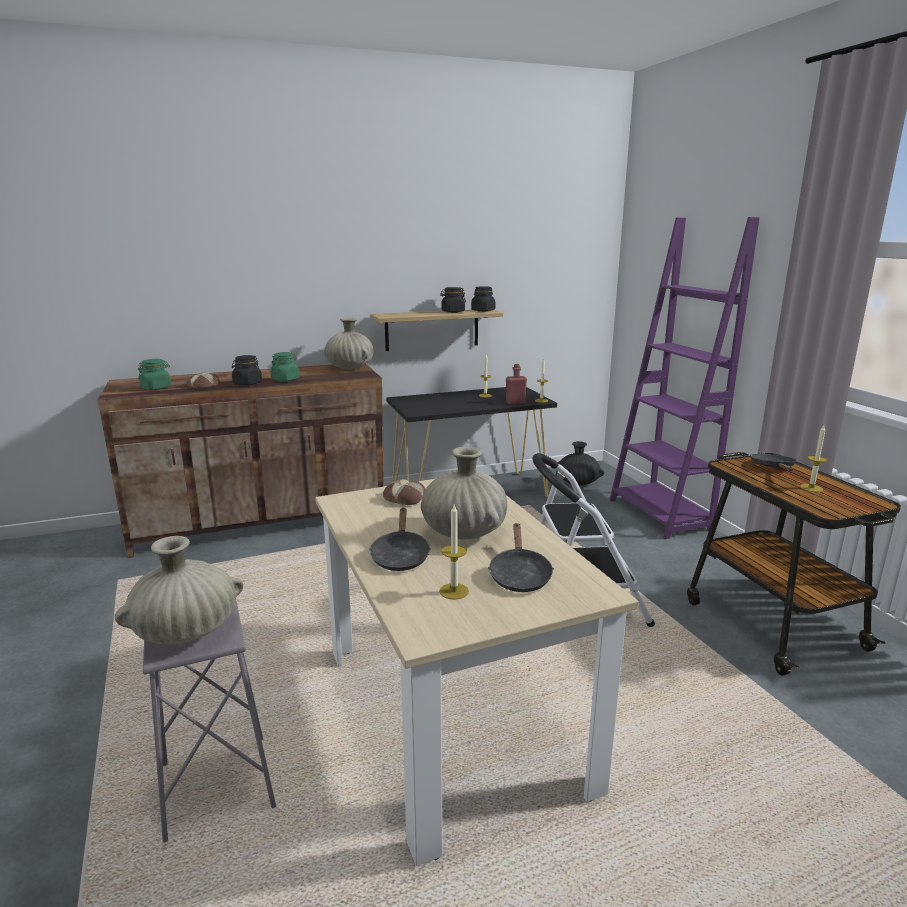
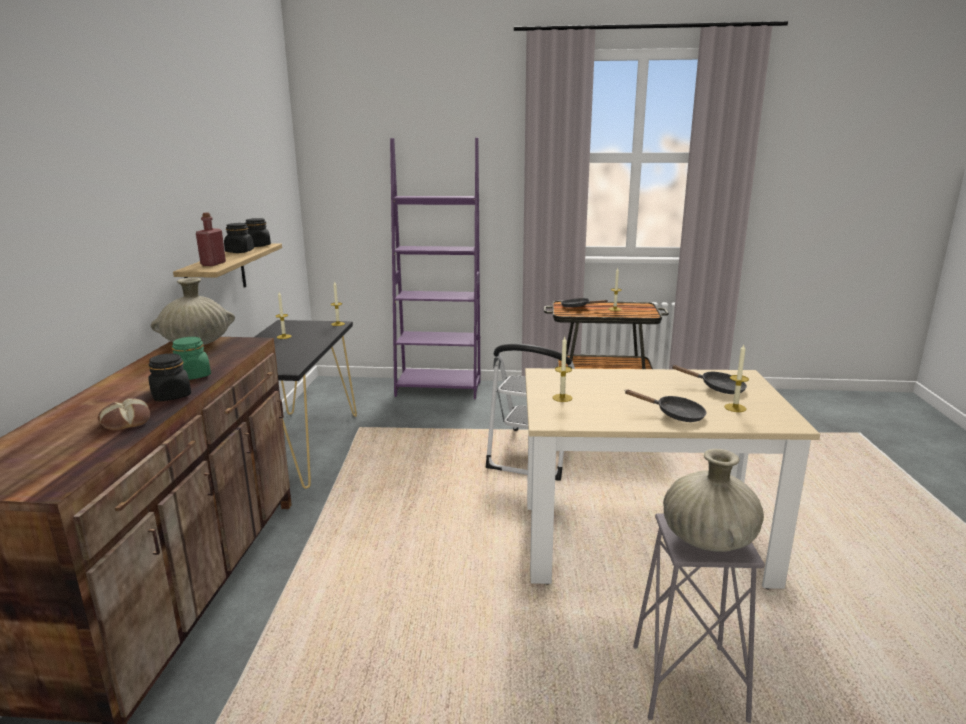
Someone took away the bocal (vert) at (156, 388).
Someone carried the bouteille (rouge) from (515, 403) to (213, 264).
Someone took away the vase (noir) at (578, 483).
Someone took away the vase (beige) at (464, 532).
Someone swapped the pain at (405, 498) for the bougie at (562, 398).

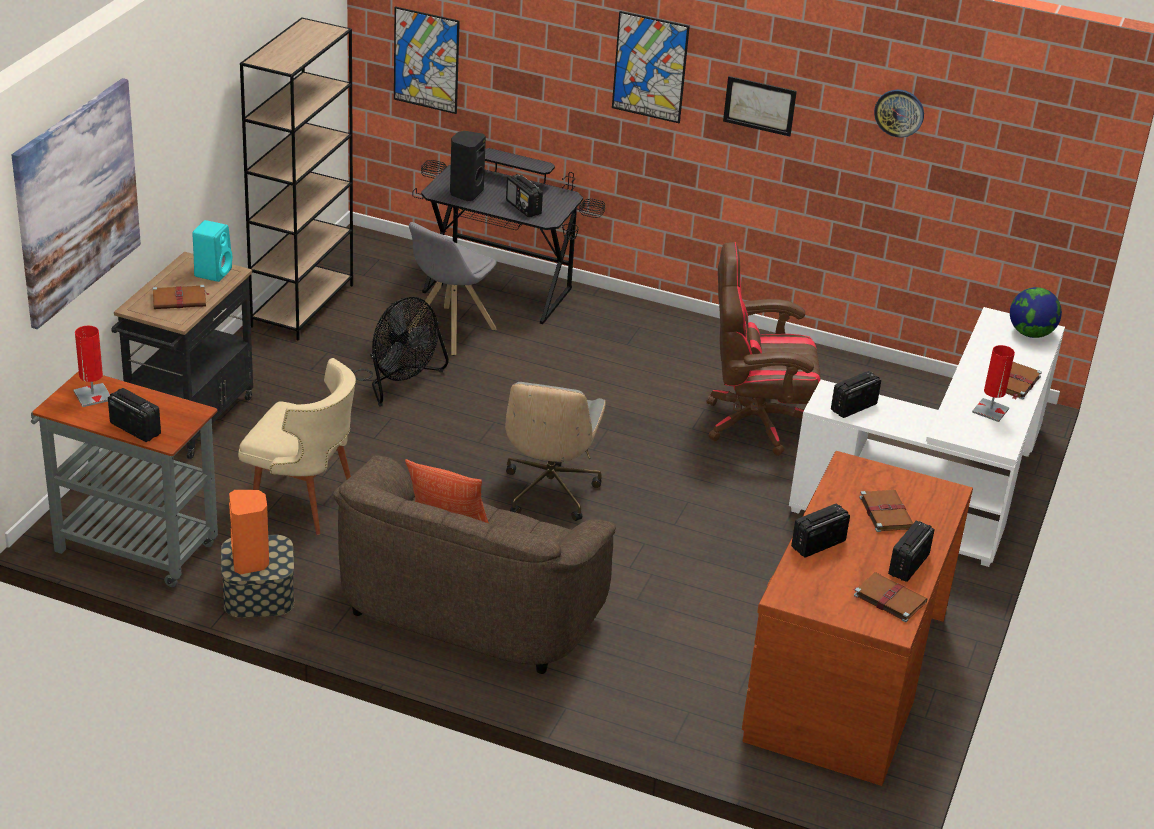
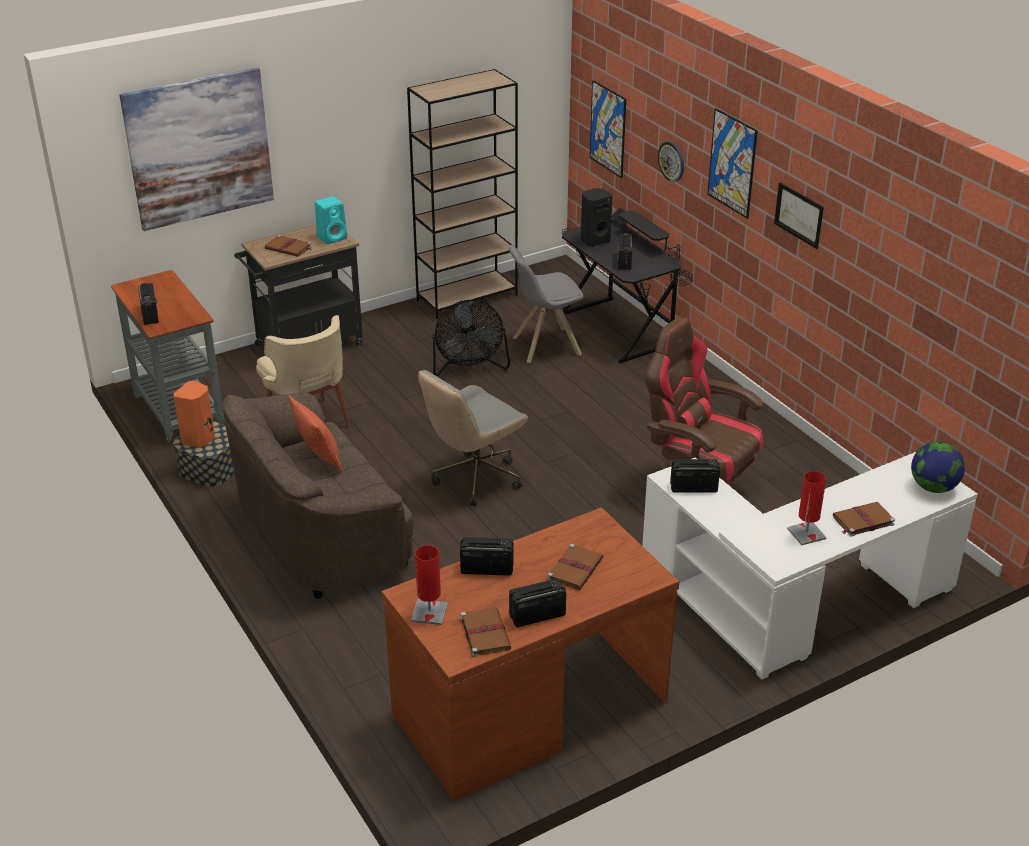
Someone carried the horloge murale from (899, 112) to (672, 161).
Someone carried the lampe de table (rouge) from (93, 395) to (429, 612).

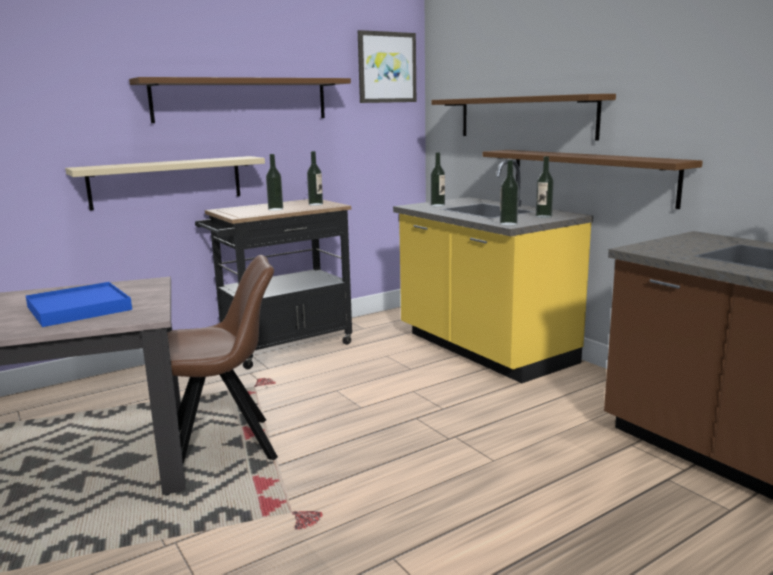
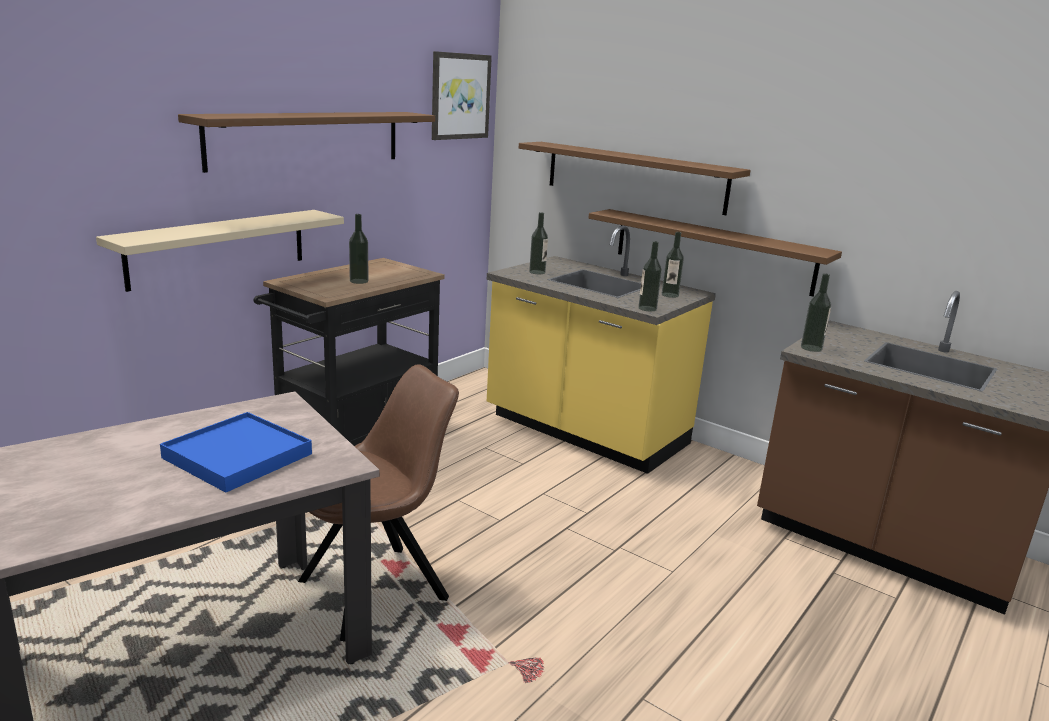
Someone carried the bouteille from (315, 204) to (811, 348).

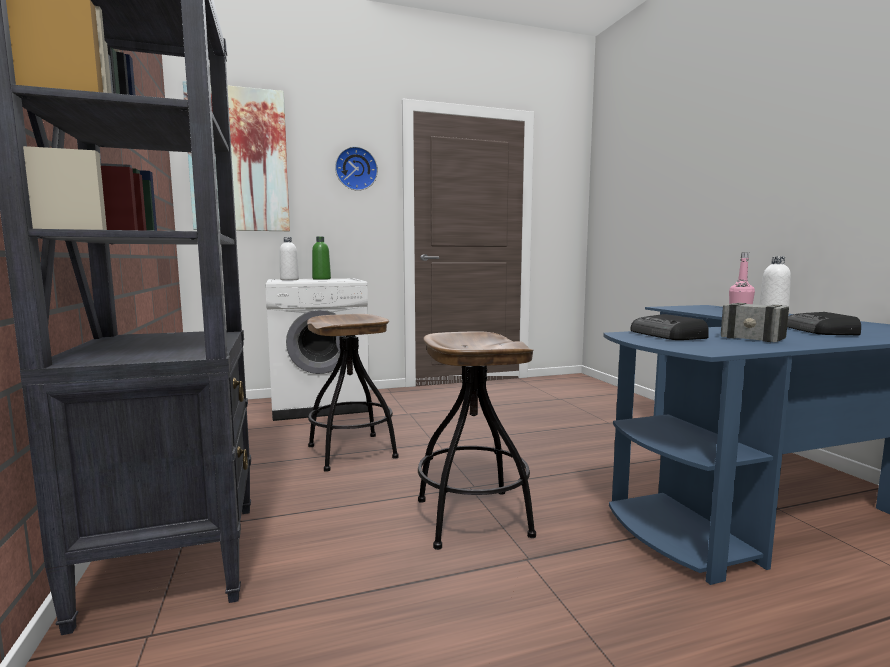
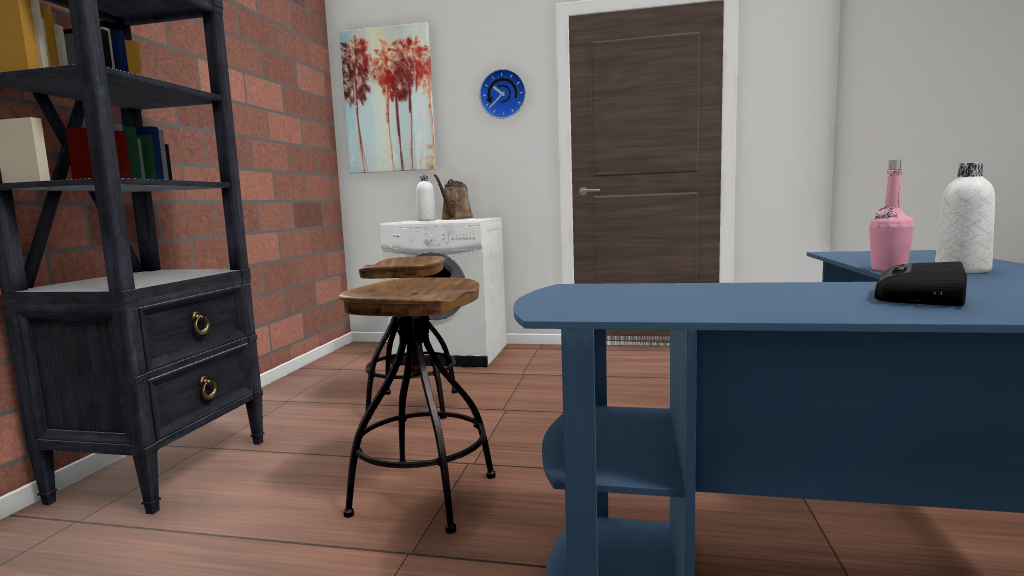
Someone swapped the bouteille (vert) at (321, 279) for the arrosoir (marron) at (455, 219).
Someone took away the marteau at (761, 335).
Someone took away the radio at (668, 335).

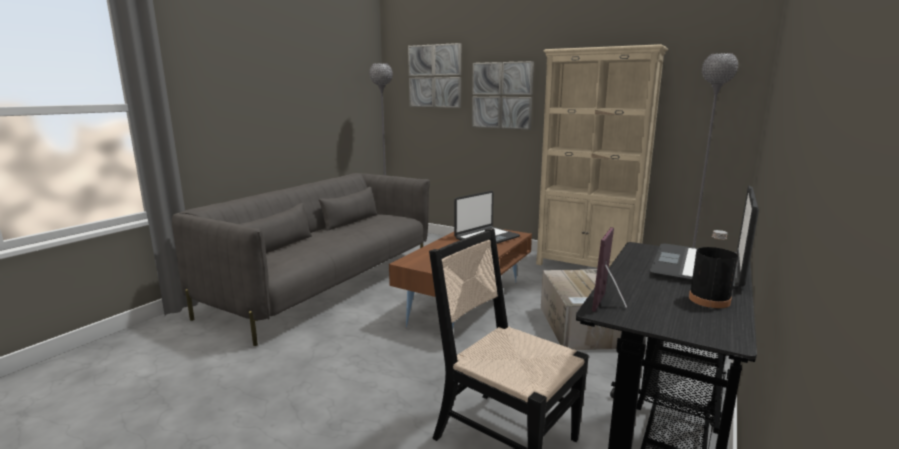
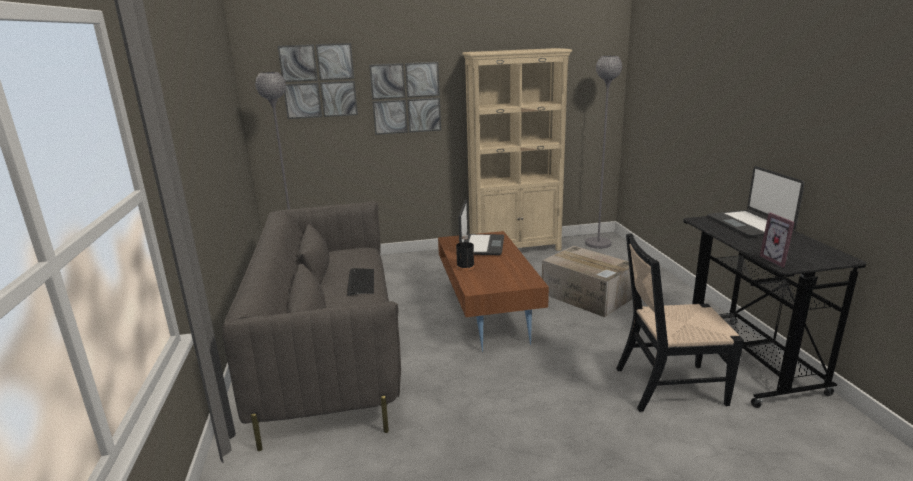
Someone carried the bouteille (noir) from (709, 300) to (465, 267).
Someone put down the clavier at (360, 282).

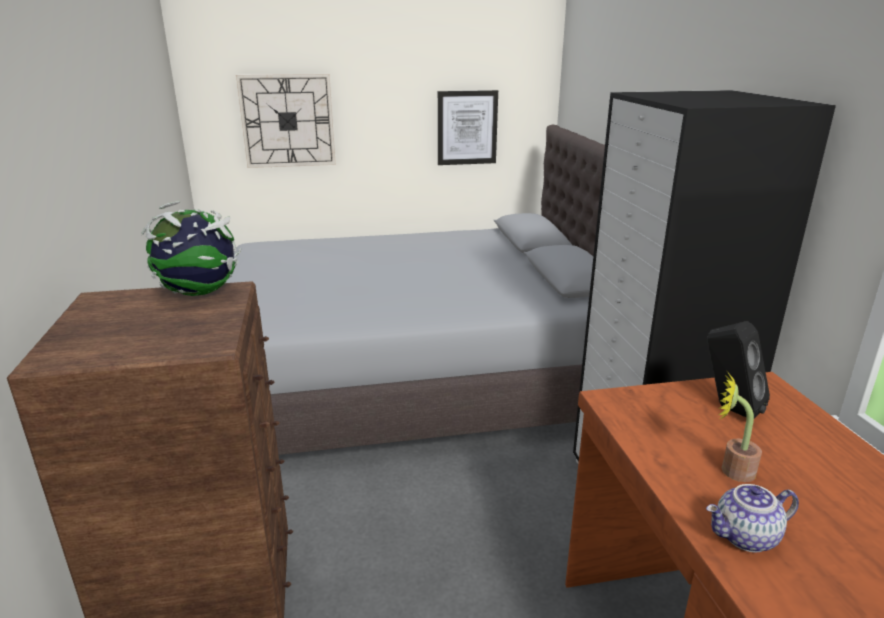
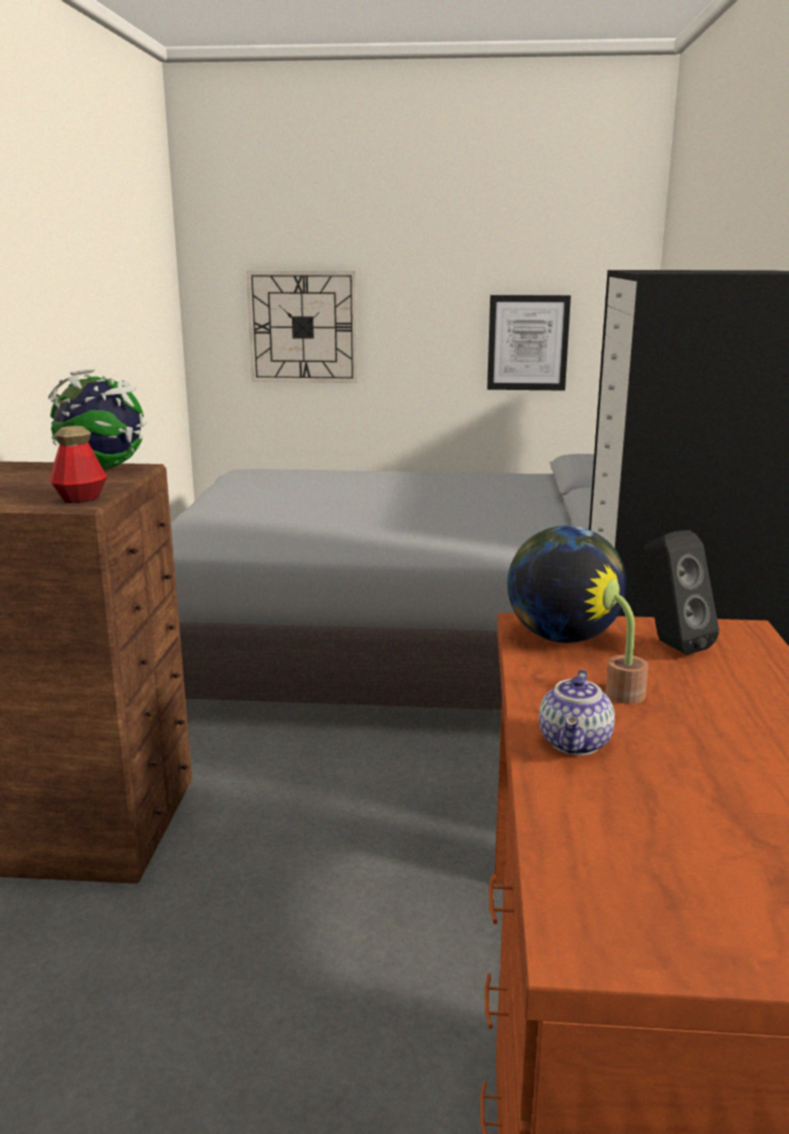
Someone rotated the théière at (746, 538) by 75 degrees counterclockwise.
Someone put down the bouteille at (80, 499).
Someone put down the globe at (562, 637).

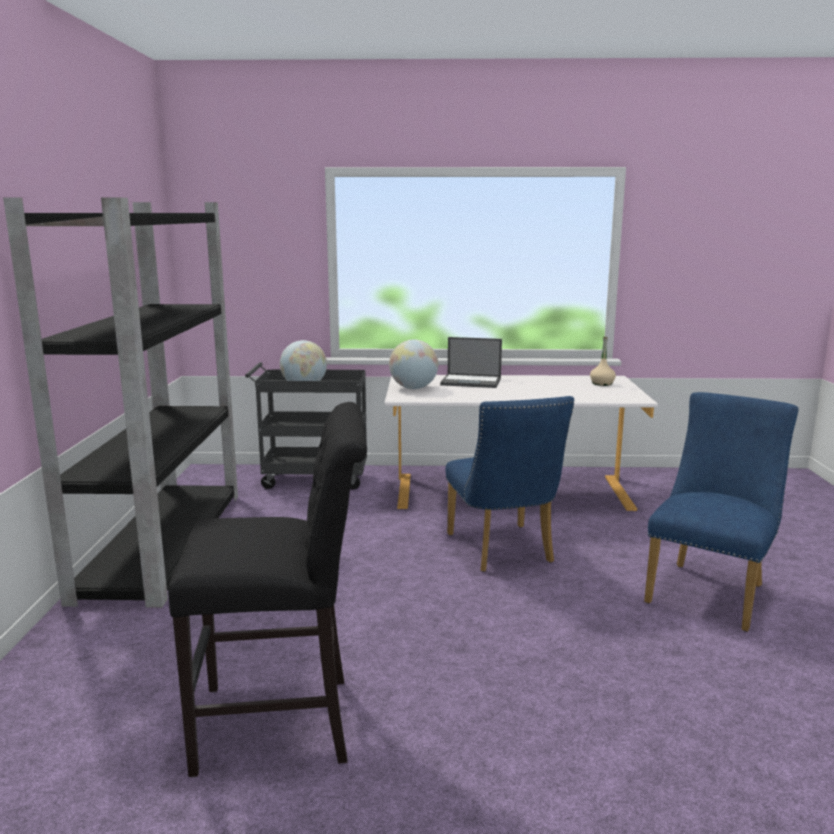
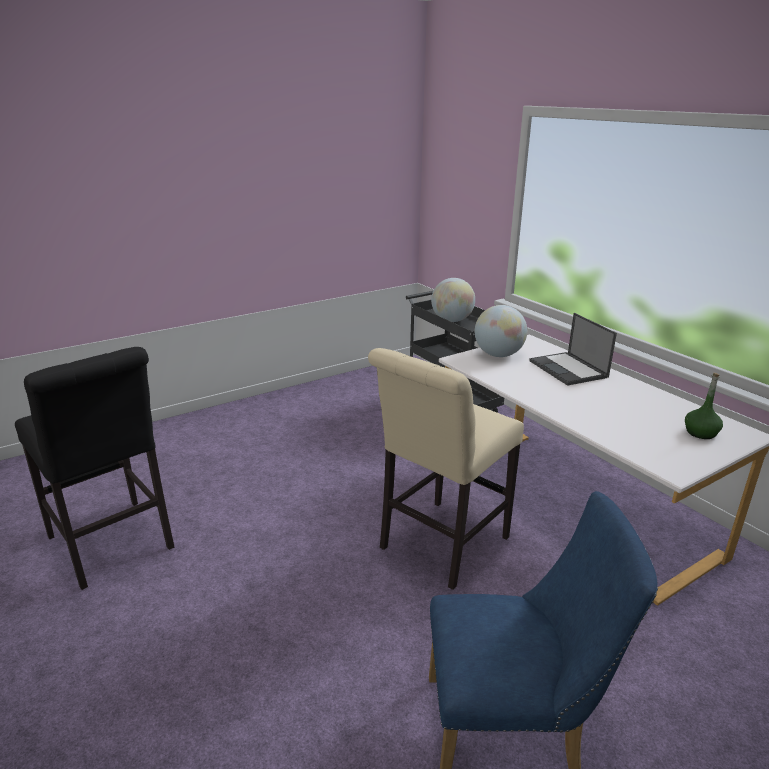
Someone took away the bibliothèque (noir) at (164, 542).
Someone repainted the bouteille (beige) at (602, 383), which became the bouteille (vert) at (700, 433).
Someone swapped the chaise (bleu) at (503, 552) for the tabouret (beige) at (439, 546).

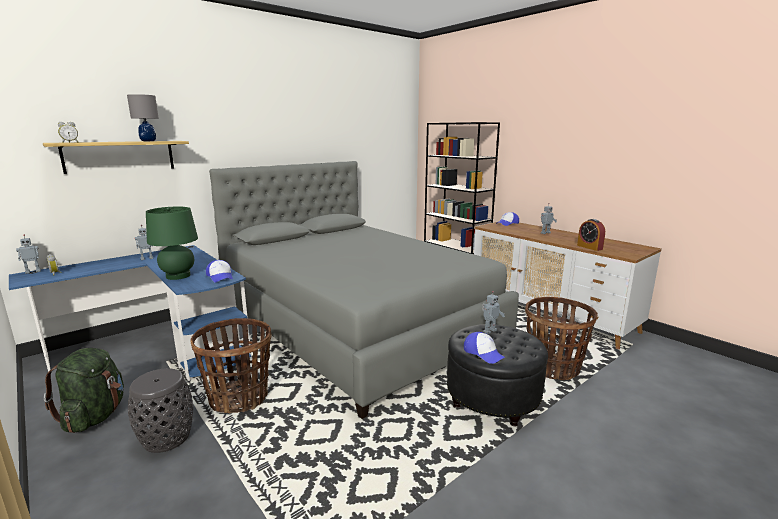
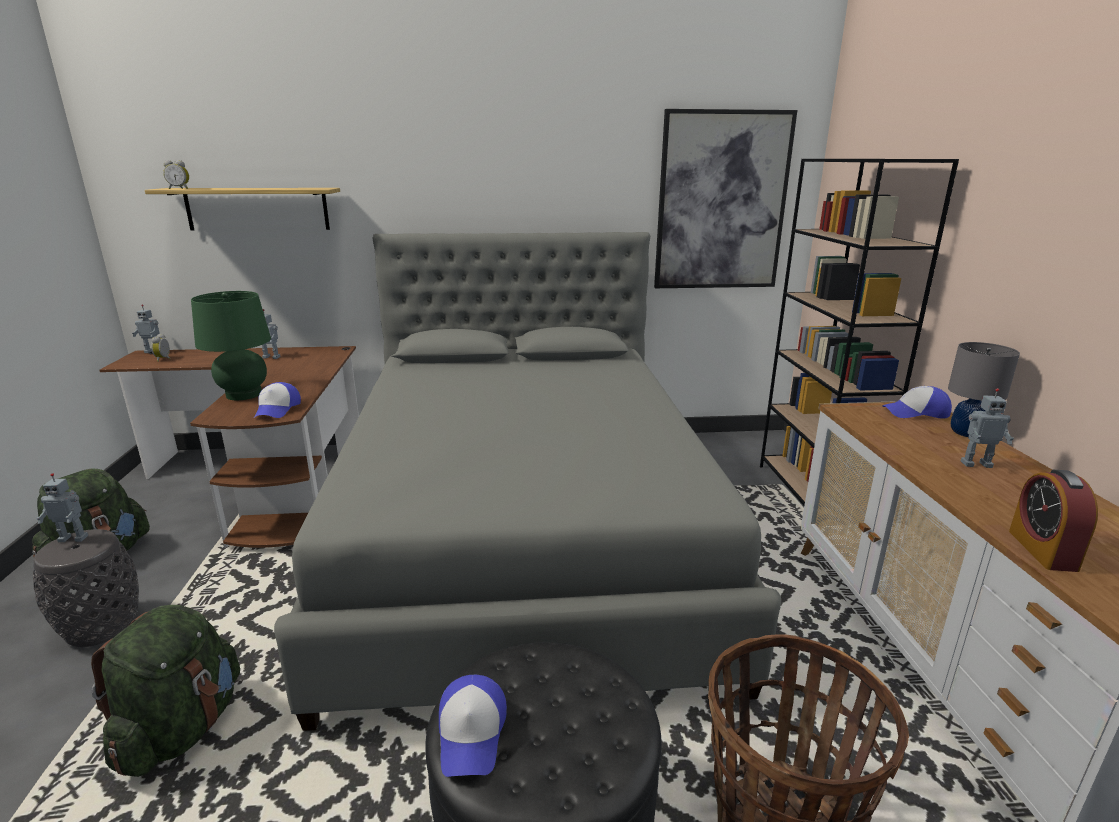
Someone carried the lampe de table (gris) from (148, 141) to (965, 433).
Someone repainted the bureau (bleu) at (164, 345), which became the bureau (marron) at (272, 481).
Someone carried the robot jouet from (489, 331) to (74, 538).
Someone took away the panier at (239, 398).
Someone put up the tableau at (721, 202).
Someone put down the sac à dos (vert) at (182, 729).

